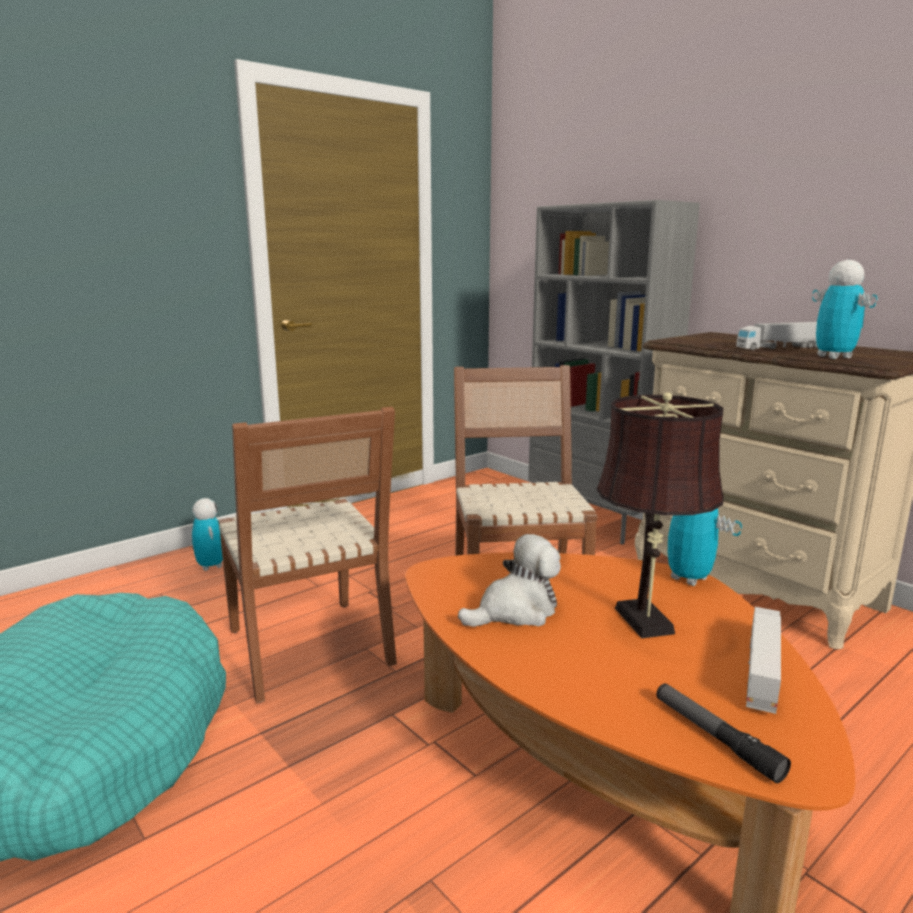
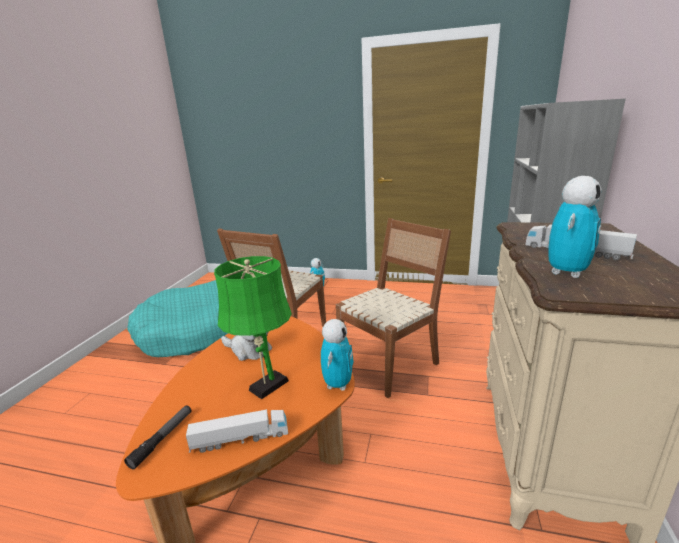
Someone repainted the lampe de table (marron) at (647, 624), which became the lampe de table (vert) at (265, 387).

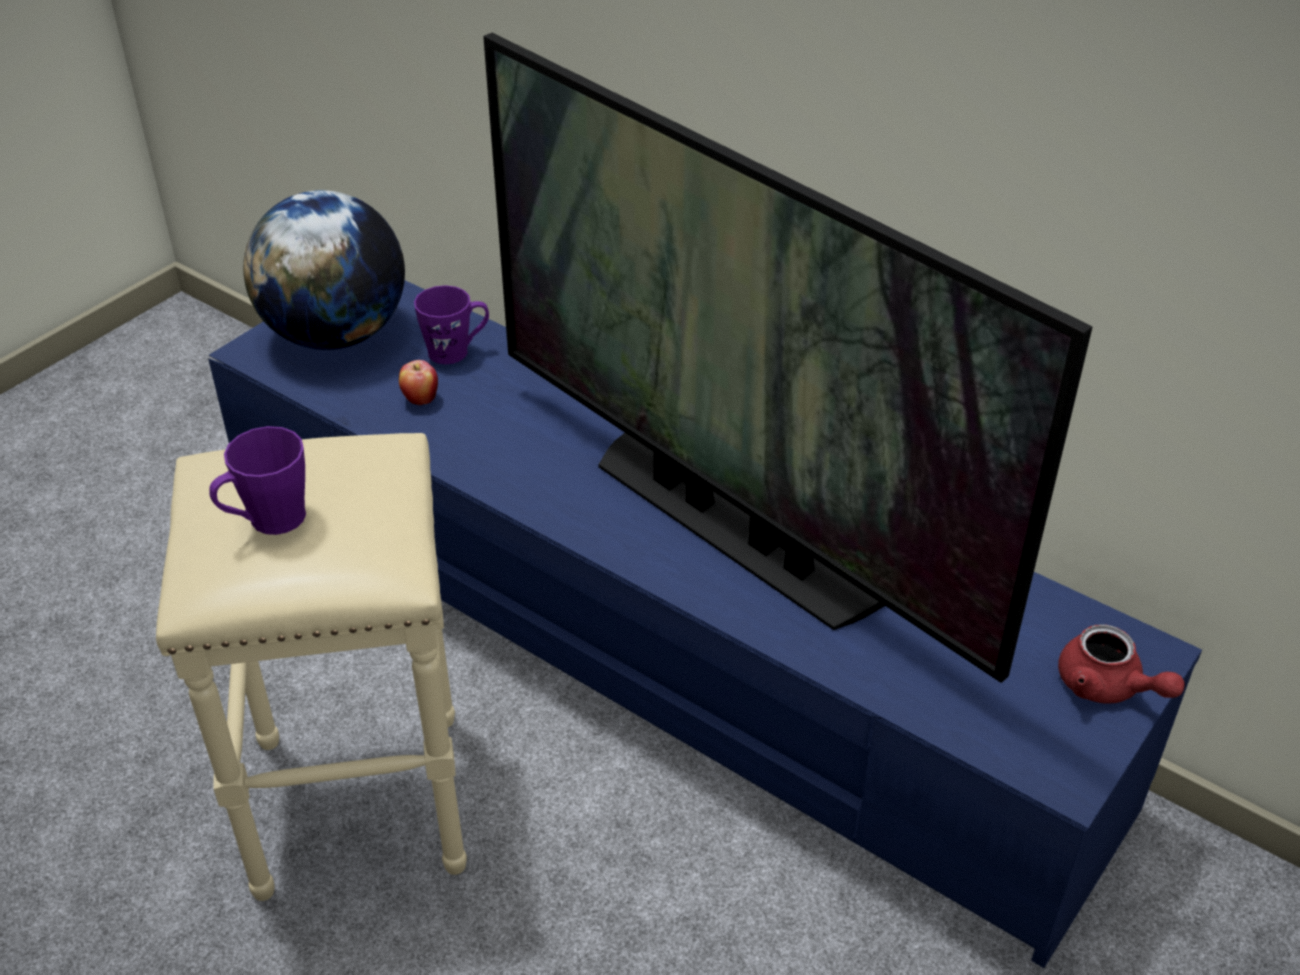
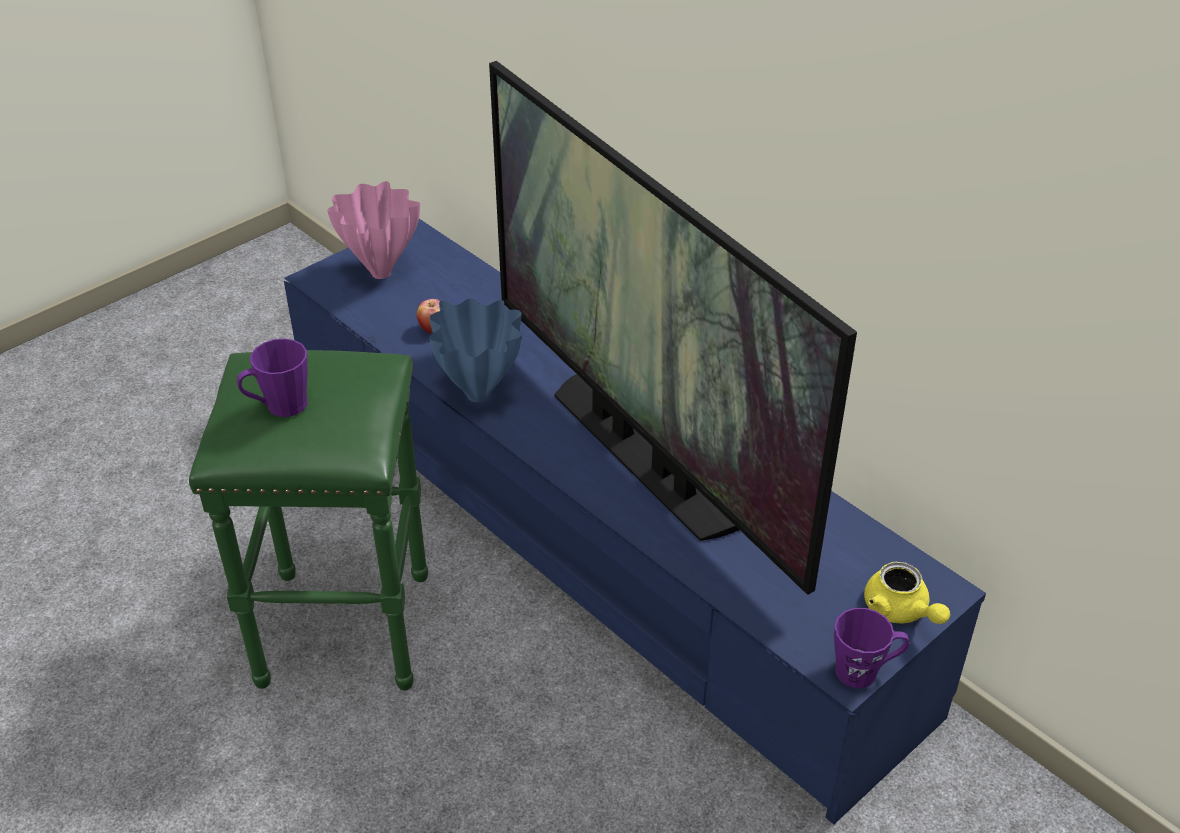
Someone swapped the globe at (336, 334) for the vase (rose) at (381, 272).
Someone carried the mug (violet) from (456, 351) to (864, 671).
Someone repainted the tabouret (beige) at (363, 797), which became the tabouret (vert) at (348, 625).
Someone repainted the théière (rouge) at (1107, 687), which became the théière (jaune) at (900, 611).
Someone put down the vase (bleu) at (479, 396).

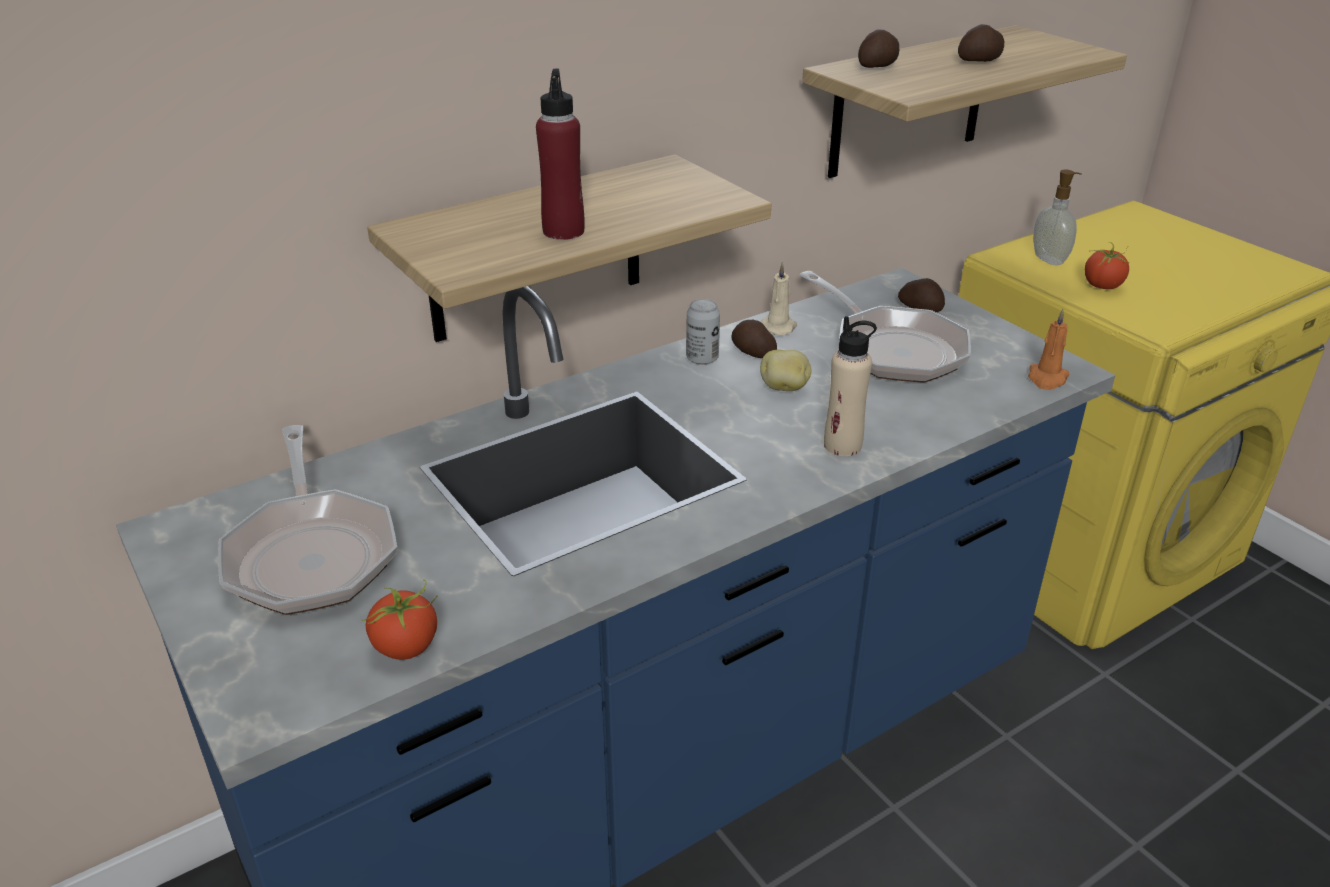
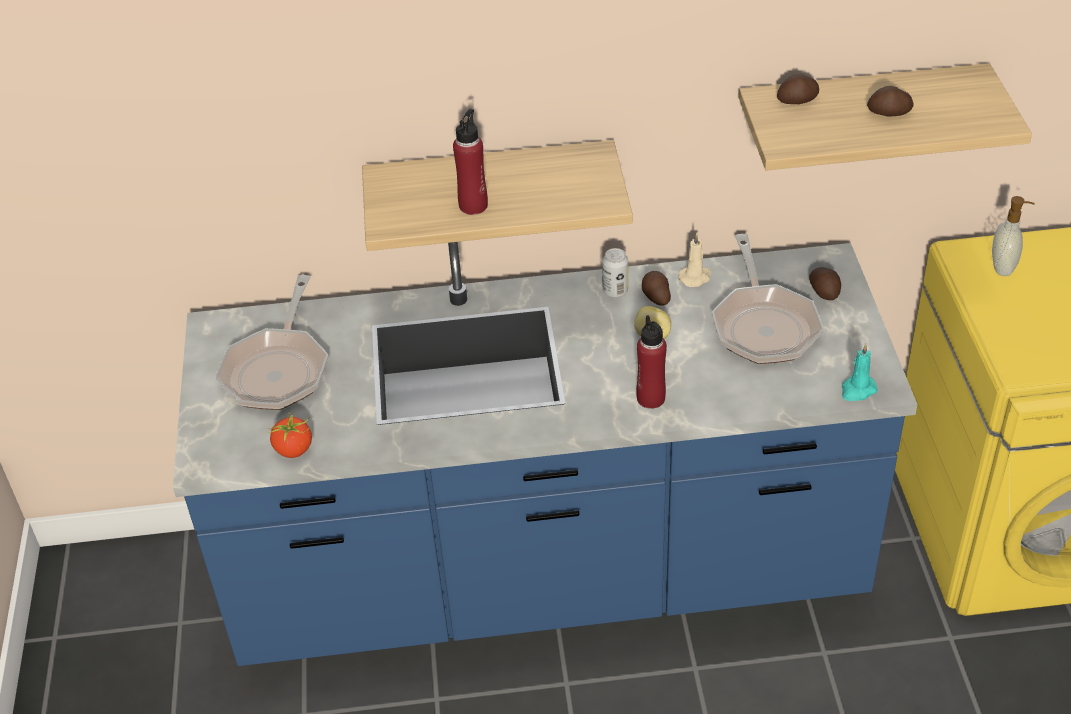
Someone took away the tomate at (1102, 286).
Someone repainted the bougie (orange) at (1047, 378), which became the bougie (turquoise) at (857, 390).
Someone repainted the bouteille (beige) at (843, 445), which became the bouteille (rouge) at (651, 398).

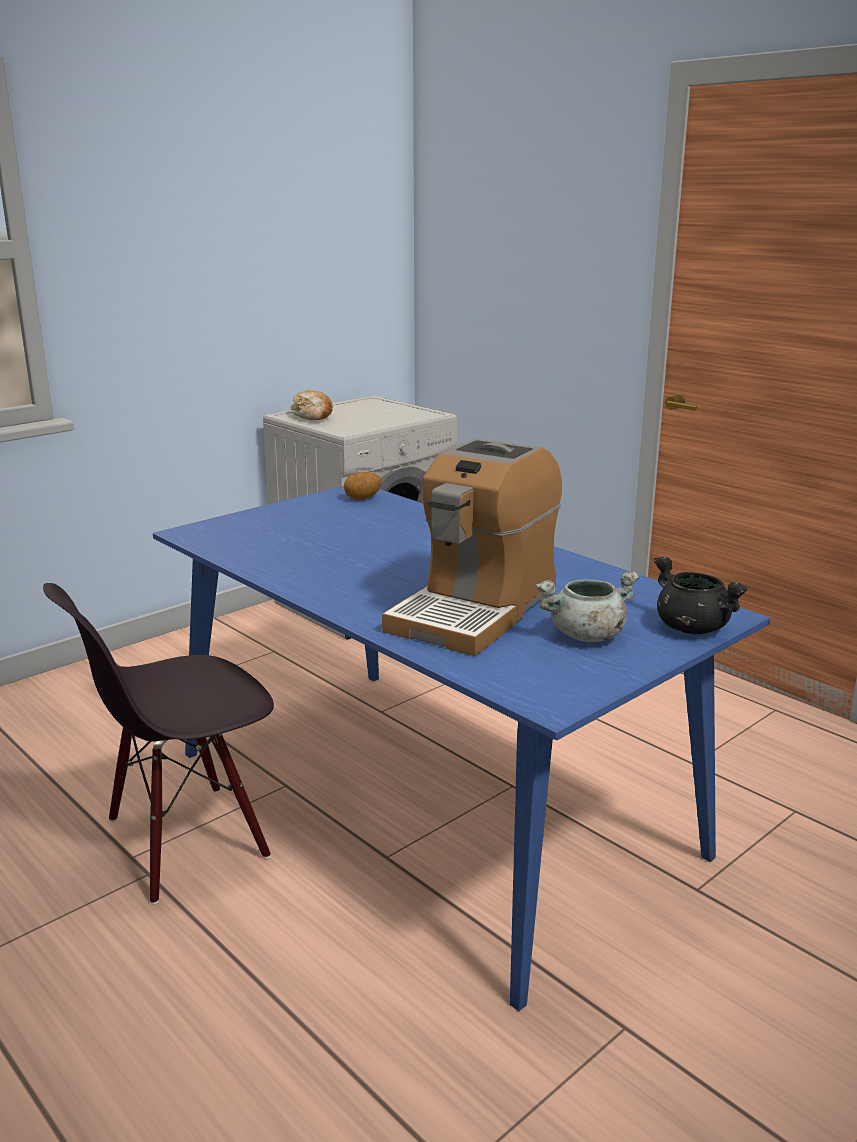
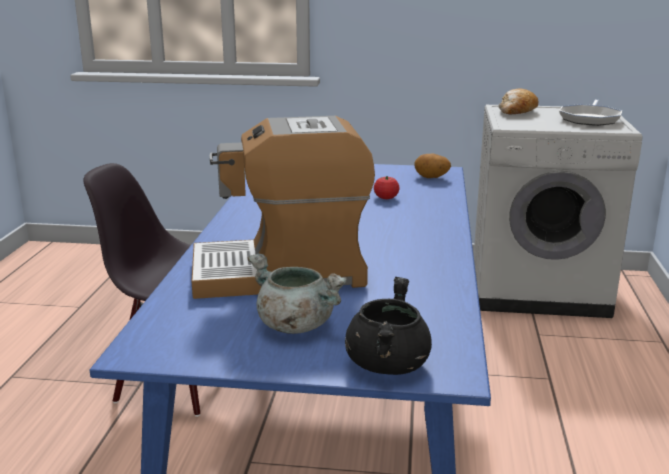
Someone put down the poêle at (589, 119).
Someone put down the tomate at (386, 198).

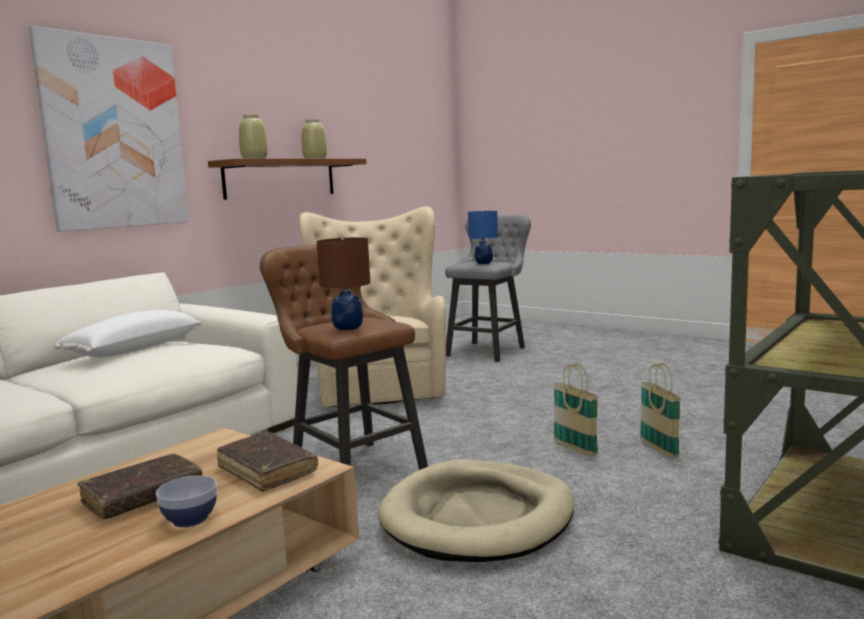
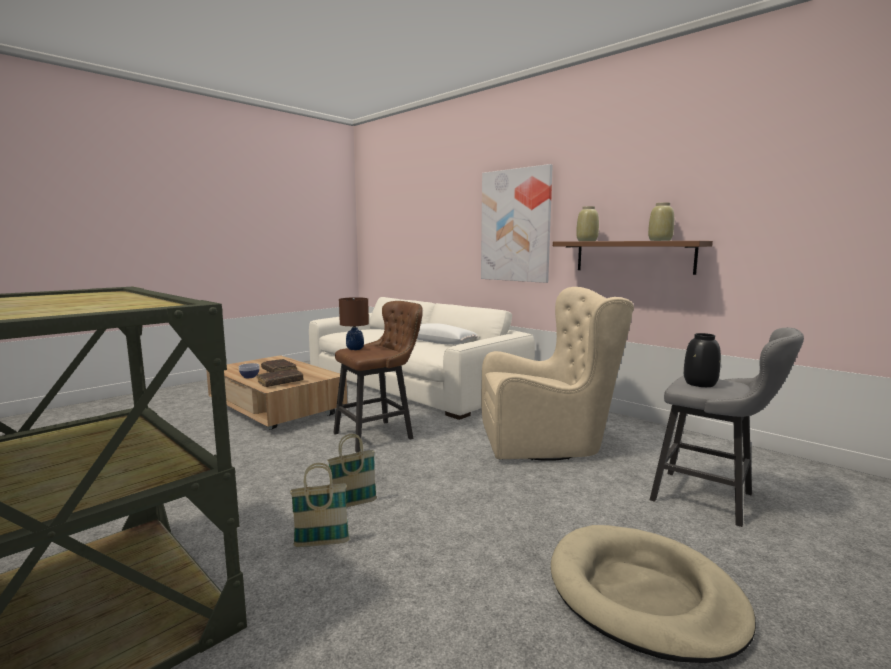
Someone swapped the lampe de table (bleu) at (484, 263) for the vase (noir) at (700, 384).
Someone carried the panier pour chien (beige) from (478, 517) to (643, 595).

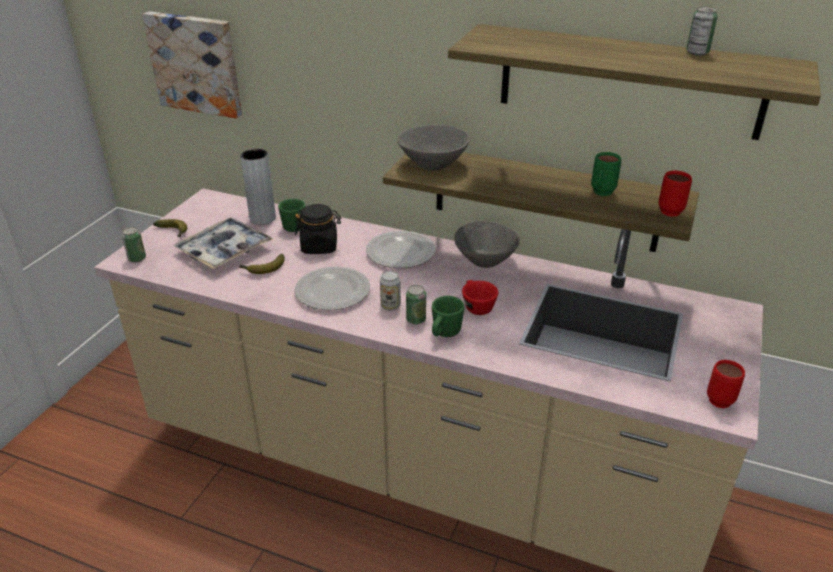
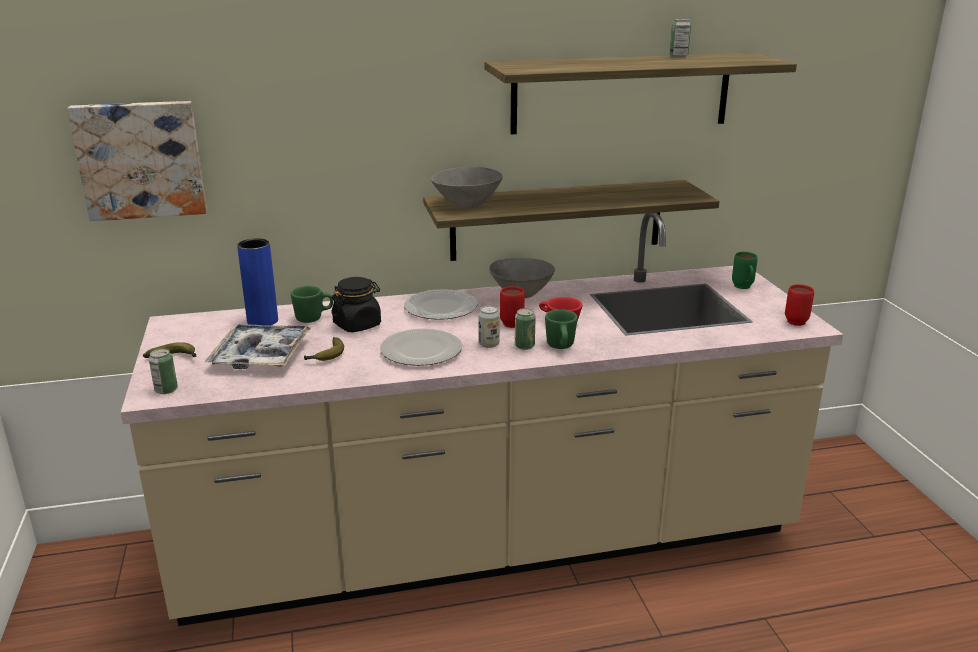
Someone repainted the vase (gris) at (262, 218), which became the vase (bleu) at (262, 321).
Someone carried the mug (vert) from (601, 194) to (743, 288).
Someone carried the mug (rouge) from (672, 210) to (511, 322).

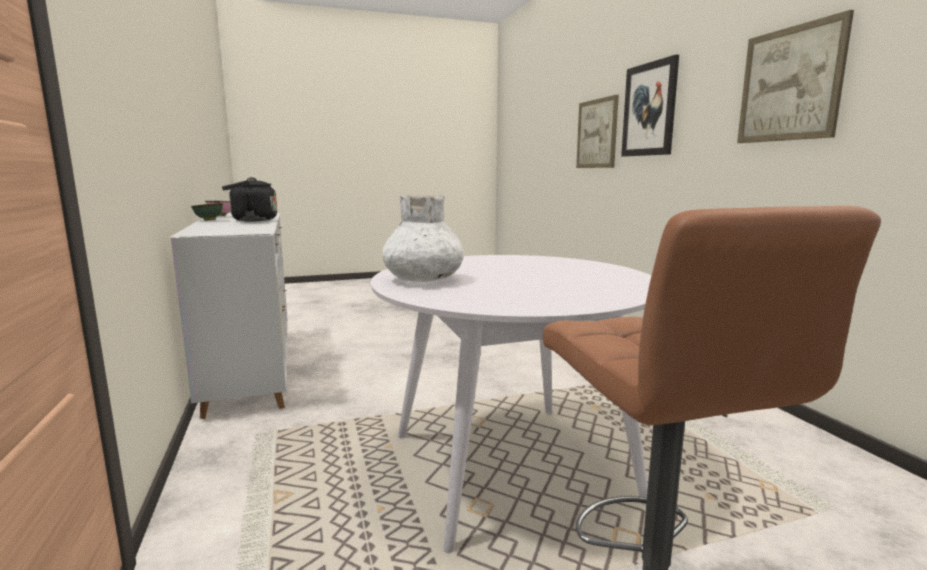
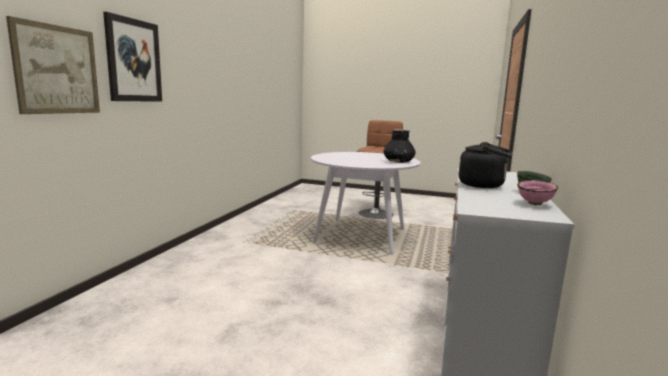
Someone took away the tableau at (790, 84).
Someone repainted the vase (blanc) at (424, 279), which became the vase (noir) at (398, 162).

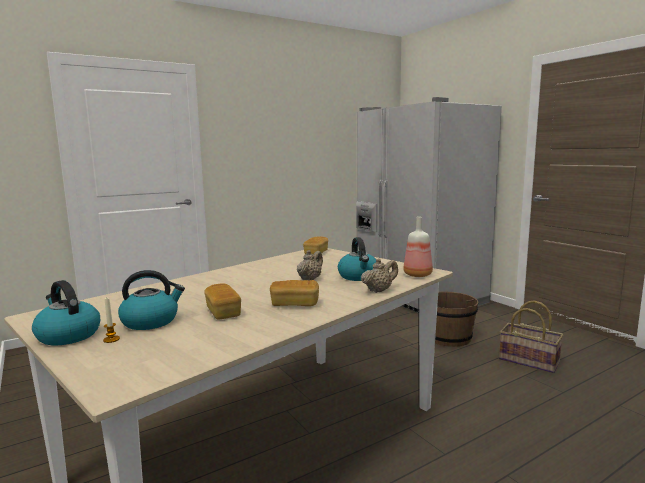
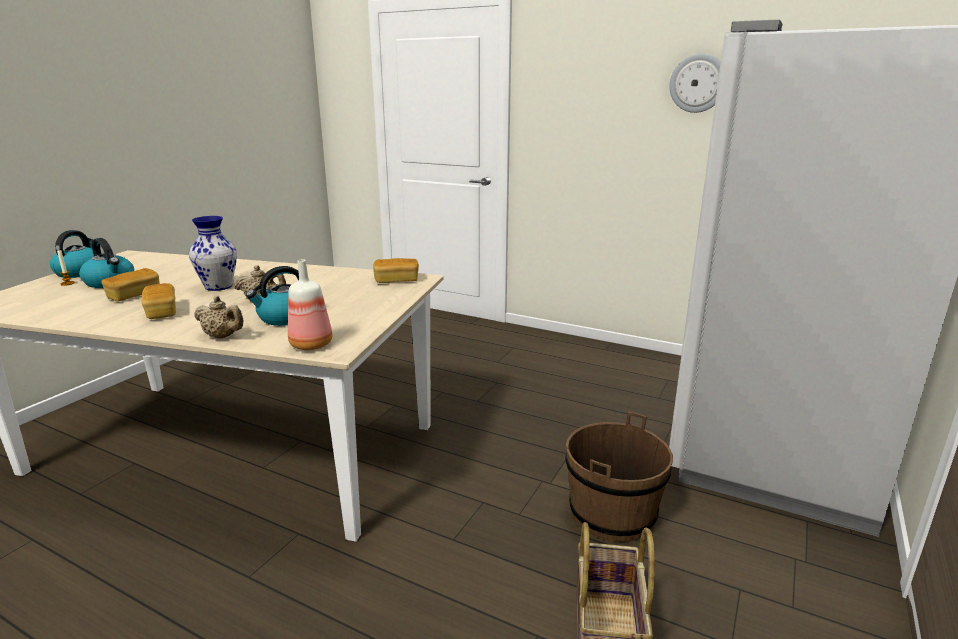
Someone put up the horloge murale at (698, 83).
Someone put down the vase at (218, 287).

